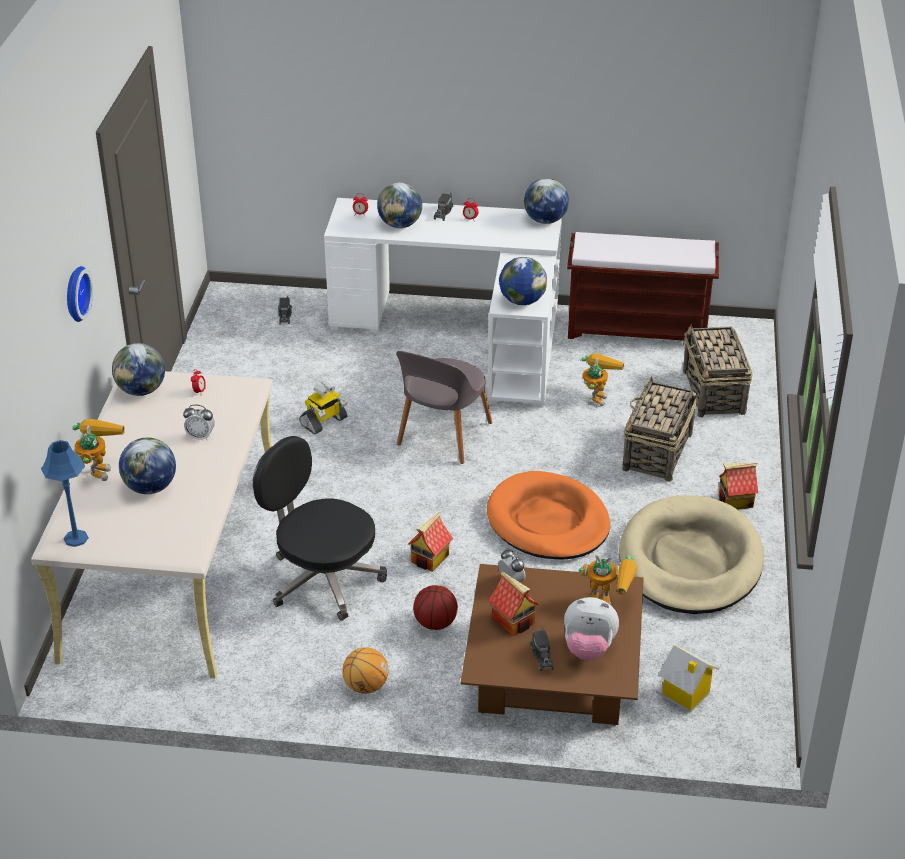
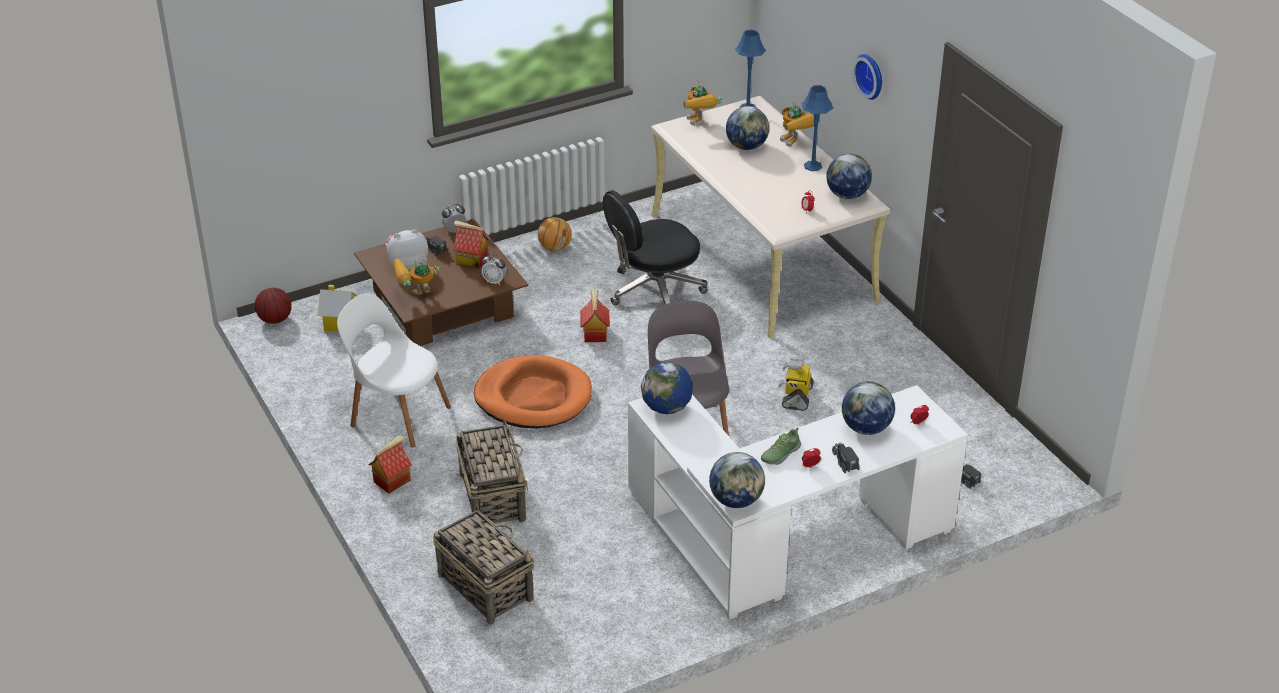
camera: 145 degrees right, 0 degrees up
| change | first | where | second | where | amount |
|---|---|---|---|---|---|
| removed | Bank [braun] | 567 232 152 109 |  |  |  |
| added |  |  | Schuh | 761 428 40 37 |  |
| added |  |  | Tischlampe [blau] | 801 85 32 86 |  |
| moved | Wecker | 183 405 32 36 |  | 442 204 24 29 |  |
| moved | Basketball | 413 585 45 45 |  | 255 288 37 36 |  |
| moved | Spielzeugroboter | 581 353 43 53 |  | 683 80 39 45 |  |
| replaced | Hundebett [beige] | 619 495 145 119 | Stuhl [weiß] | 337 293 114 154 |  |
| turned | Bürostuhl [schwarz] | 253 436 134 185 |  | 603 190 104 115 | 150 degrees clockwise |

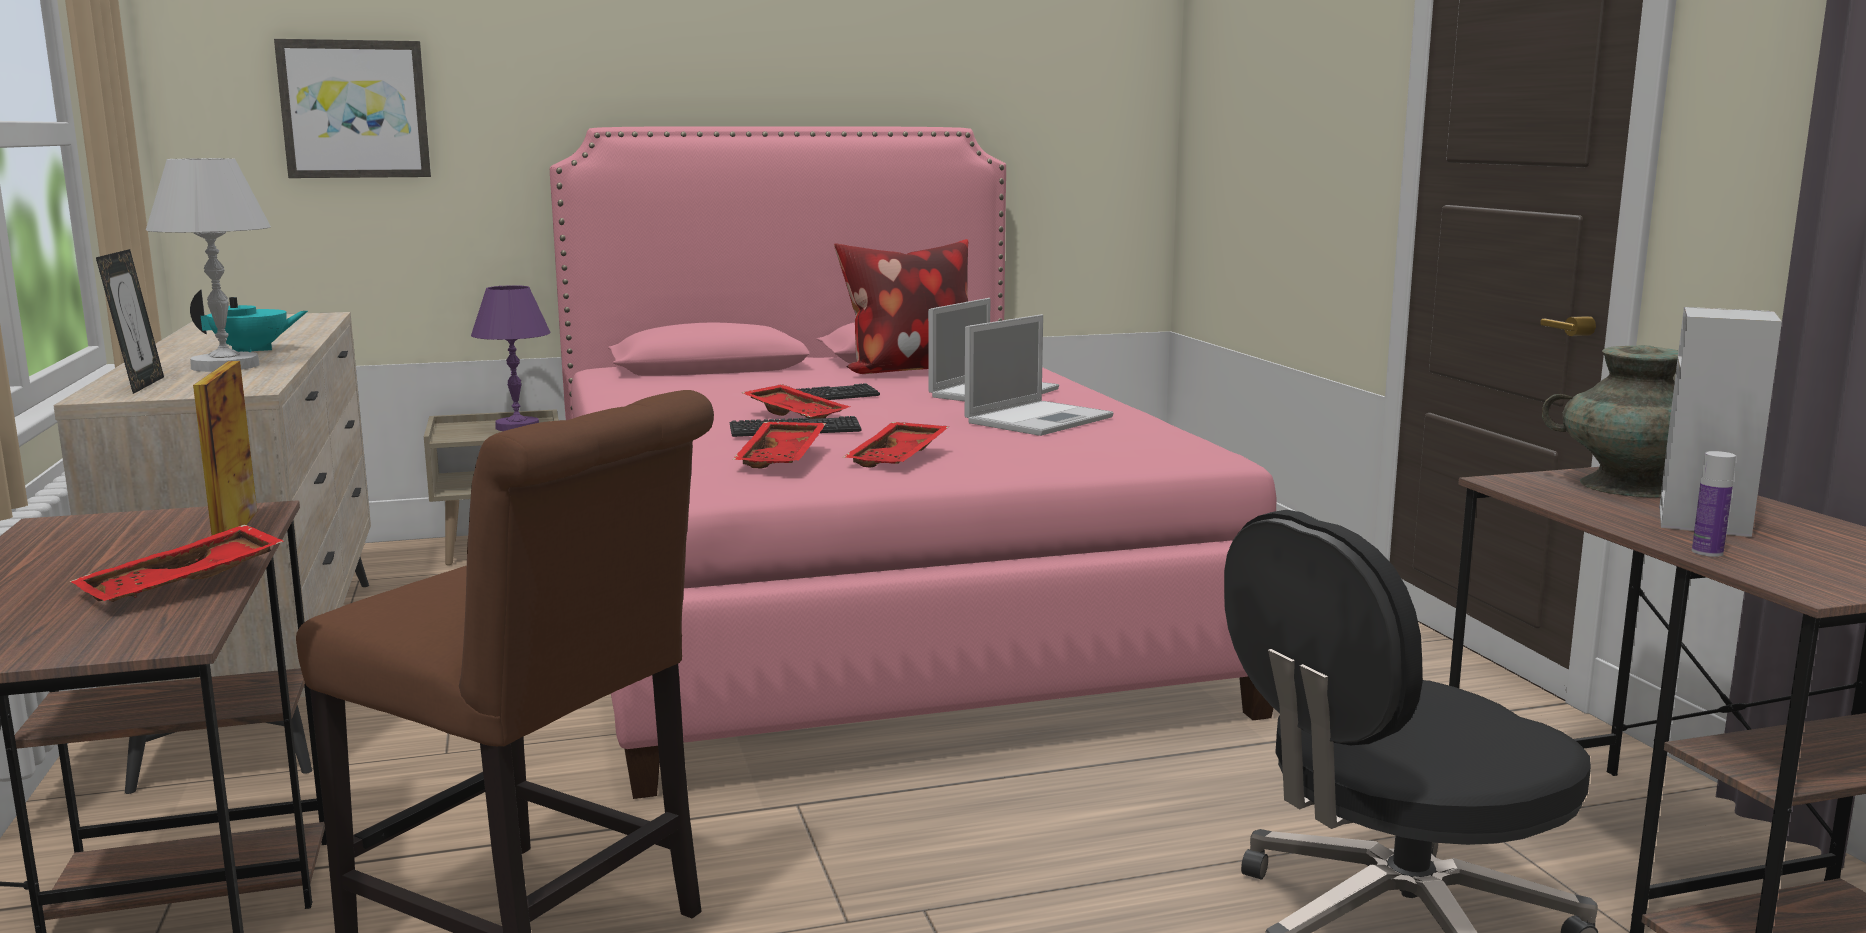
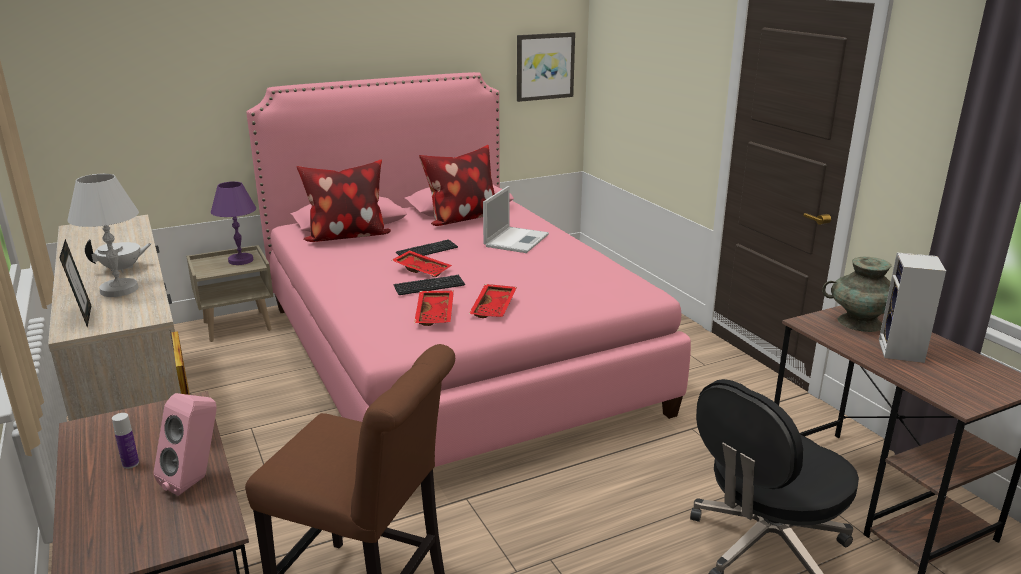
camera: 10 degrees left, 10 degrees up
| change | first | where | second | where | amount |
|---|---|---|---|---|---|
| removed | Laptop | 965 314 148 122 |  |  |  |
| added |  |  | Kissen | 297 160 94 82 |  |
| moved | Bild | 274 39 157 139 |  | 517 32 58 70 |  |
| moved | Flasche | 1692 451 44 106 |  | 112 413 27 56 |  |
| replaced | Tablett [rot] | 70 524 214 78 | Lautsprecher [rosa] | 153 393 64 103 |  |
| recoloured | Teekanne [türkis] | 190 289 118 63 | Teekanne [weiß] | 85 240 67 33 |  |

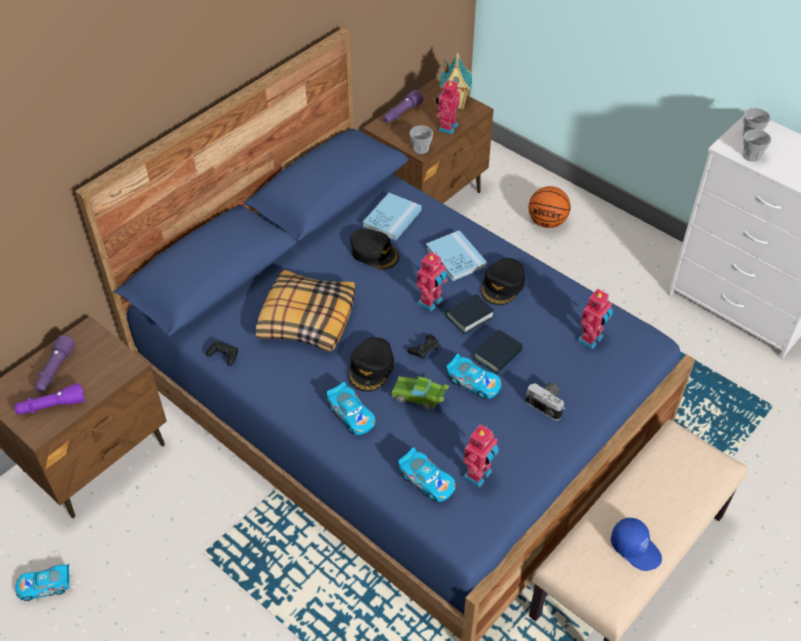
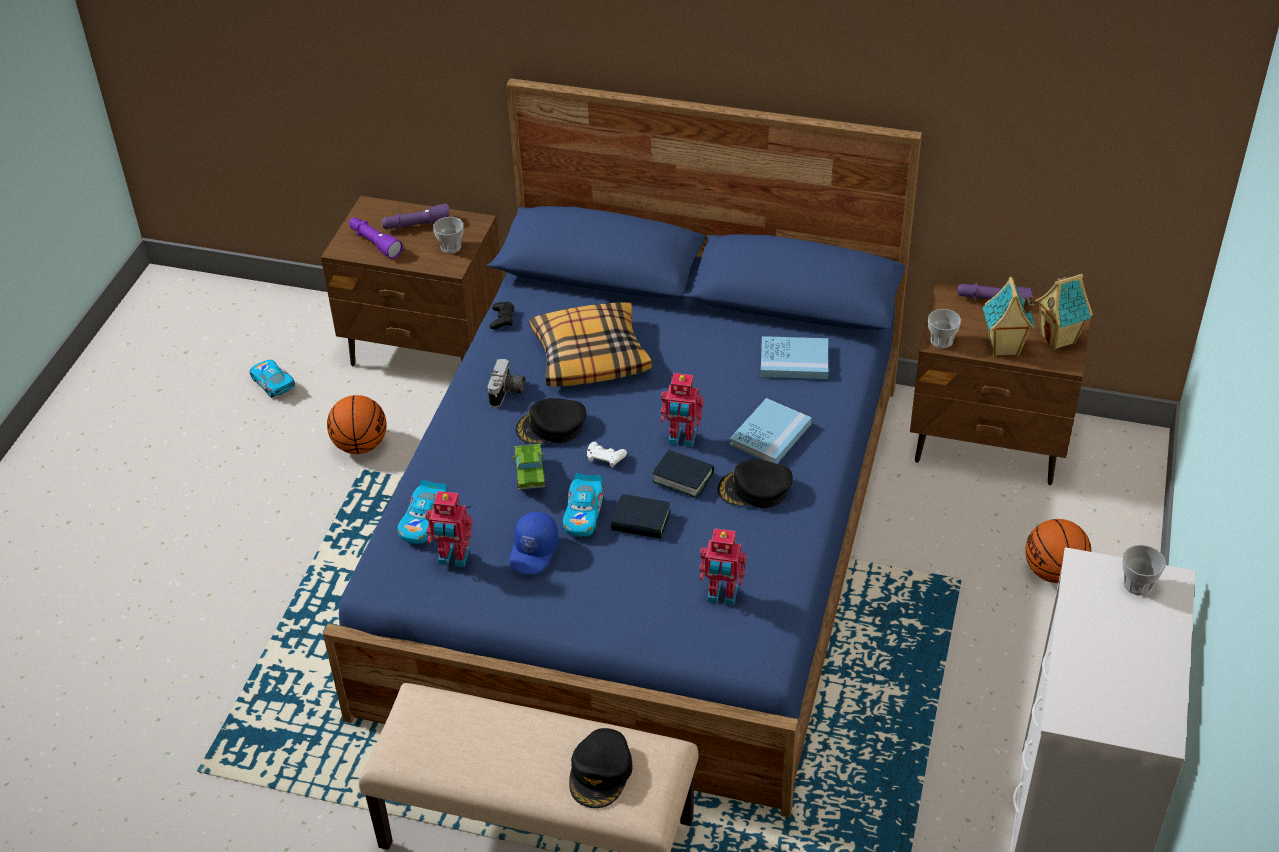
camera: 65 degrees right, 5 degrees down
| change | first | where | second | where | amount |
|---|---|---|---|---|---|
| removed | Spielzeugauto | 327 382 49 53 |  |  |  |
| added |  |  | Basketball | 327 395 60 59 |  |
| moved | Kappe [schwarz] | 350 229 49 41 |  | 569 728 64 80 |  |
| moved | Kamera | 526 382 39 38 |  | 488 359 37 49 |  |
| moved | Kappe [blau] | 611 518 51 53 |  | 509 511 50 63 |  |
| moved | Tasse | 742 129 29 33 |  | 433 217 31 37 |  |
| replaced | Spielzeugroboter | 436 79 24 55 | Spielzeughaus | 983 276 52 81 |  |
| recoloured | Gamepad [schwarz] | 407 334 32 26 | Gamepad [weiß] | 587 442 40 26 |  |

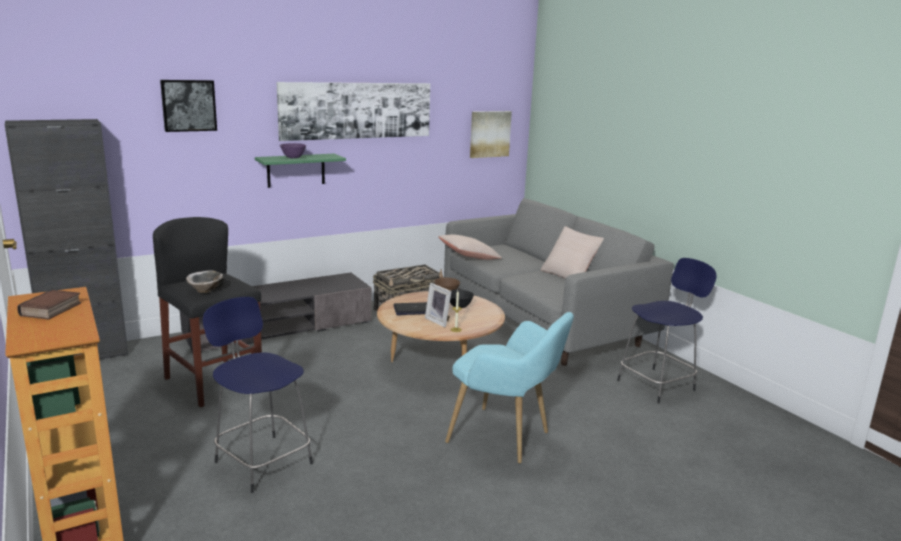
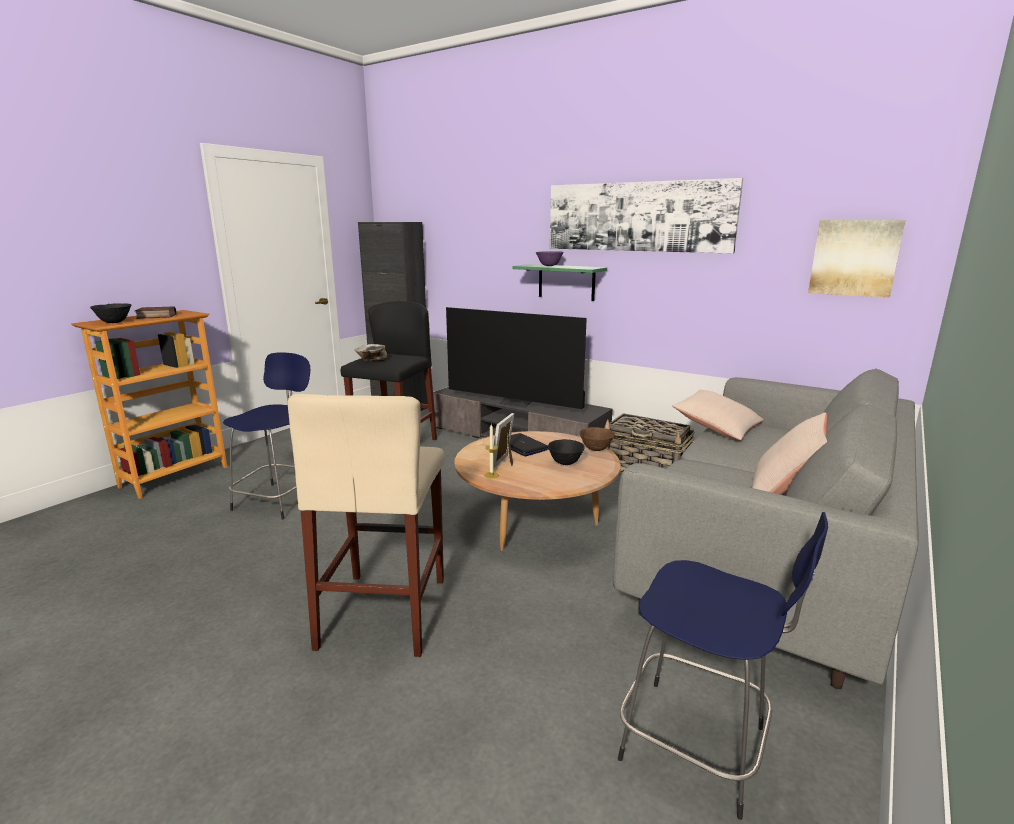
camera: 65 degrees right, 0 degrees up
| change | first | where | second | where | amount |
|---|---|---|---|---|---|
| removed | Bild | 160 80 57 52 |  |  |  |
| added |  |  | Schüssel [schwarz] | 90 303 41 20 |  |
| added |  |  | Fernseher | 446 307 141 102 |  |
| replaced | Sessel [türkis] | 445 312 129 152 | Hocker [beige] | 288 394 157 263 |  |

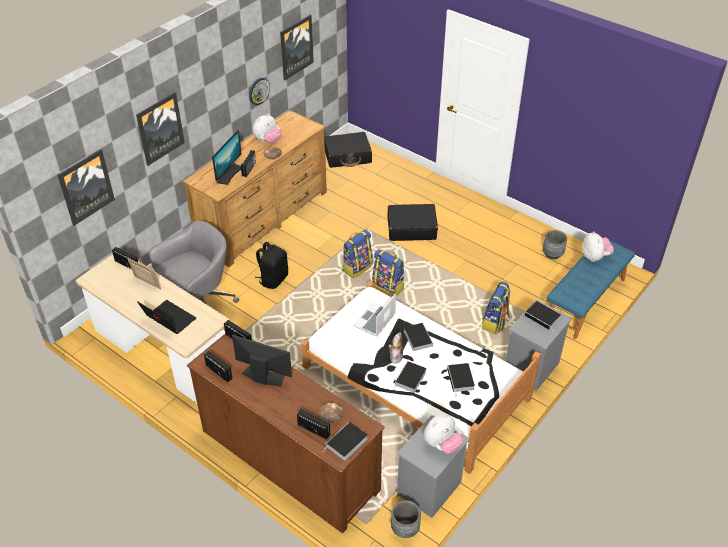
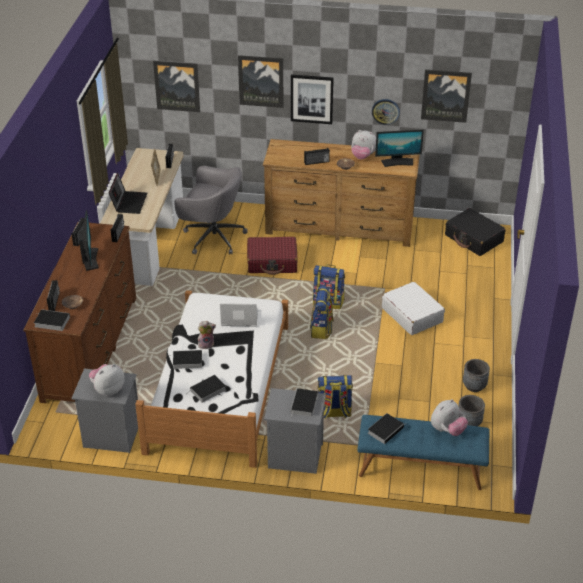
camera: 60 degrees right, 5 degrees down
| change | first | where | second | where | amount |
|---|---|---|---|---|---|
| added |  |  | Bild | 291 75 43 49 |  |
| moved | Monitor | 212 130 30 55 |  | 375 130 49 37 |  |
| moved | Pflanzkübel [grau] | 391 500 30 38 |  | 463 359 27 33 |  |
| moved | Buch | 404 323 29 28 |  | 368 413 38 31 |  |
| replaced | Rucksack [schwarz] | 255 242 33 47 | Koffer [rot] | 247 237 50 38 |  |
| recoloured | Koffer [schwarz] | 388 204 50 37 | Koffer [weiß] | 382 282 63 53 |  |
| turned | Plüschtier | 423 414 40 40 |  | 89 364 36 32 | 120 degrees clockwise |

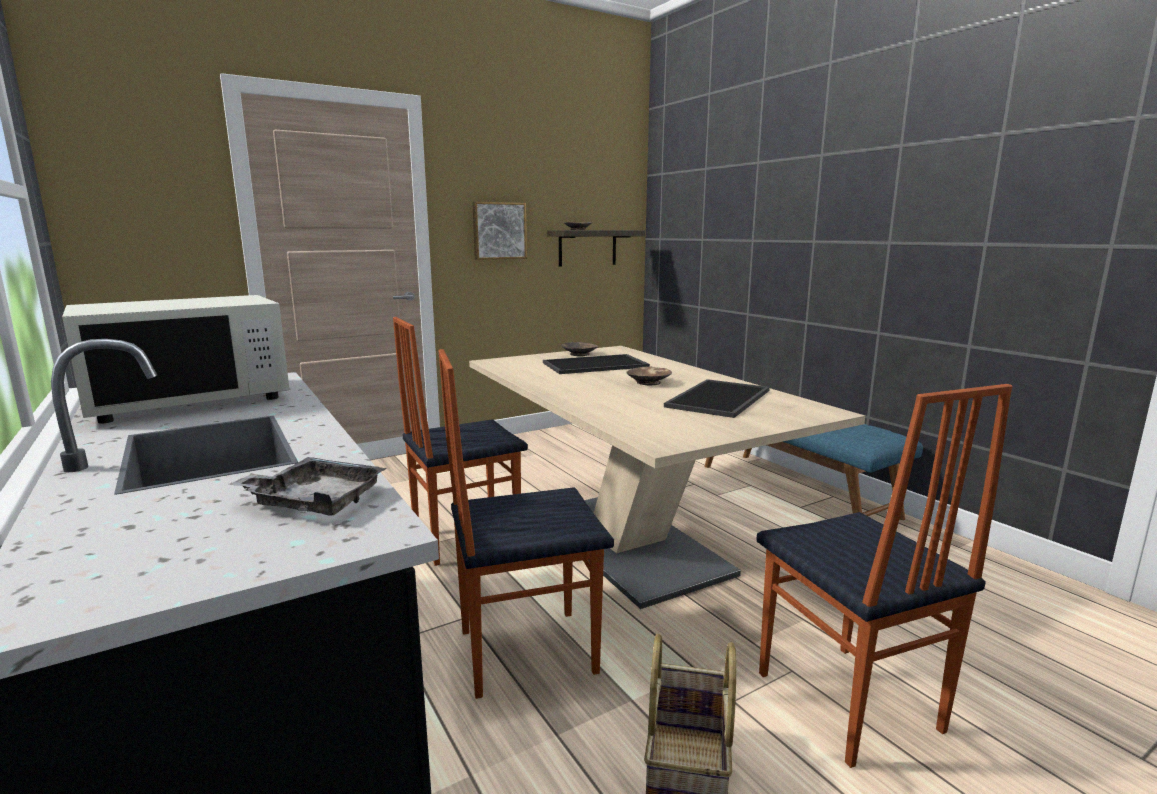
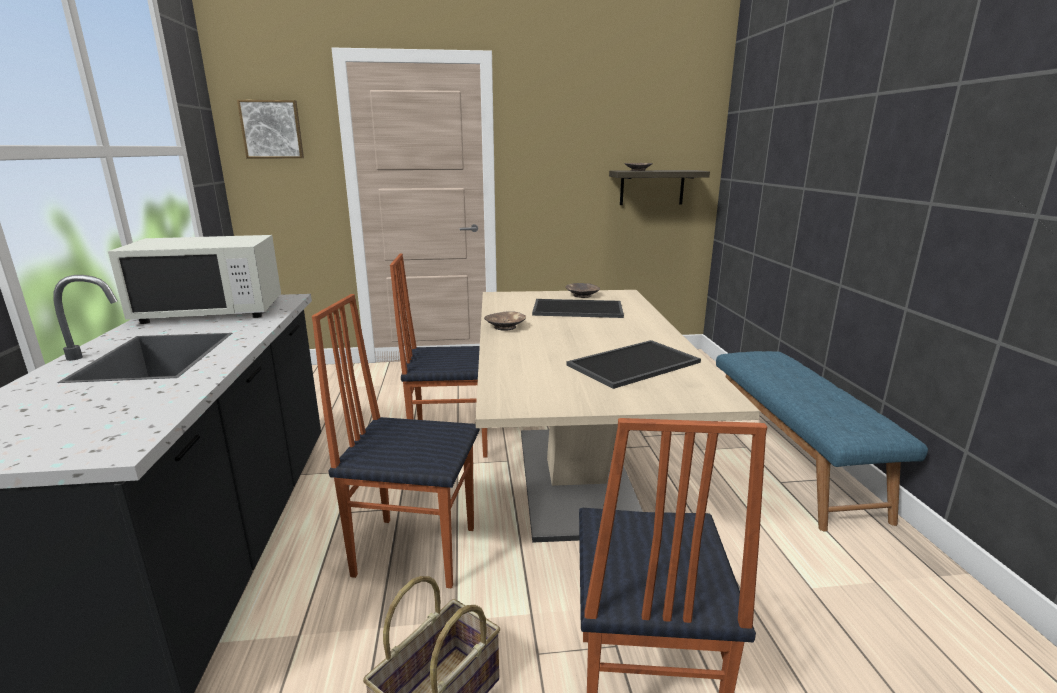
camera: 25 degrees right, 5 degrees up
| change | first | where | second | where | amount |
|---|---|---|---|---|---|
| removed | Tablett [grau] | 229 457 158 59 |  |  |  |
| moved | Bild | 472 202 55 58 |  | 237 100 67 58 |  |
| moved | Schüssel [braun] | 626 367 46 18 |  | 484 311 42 20 |  |

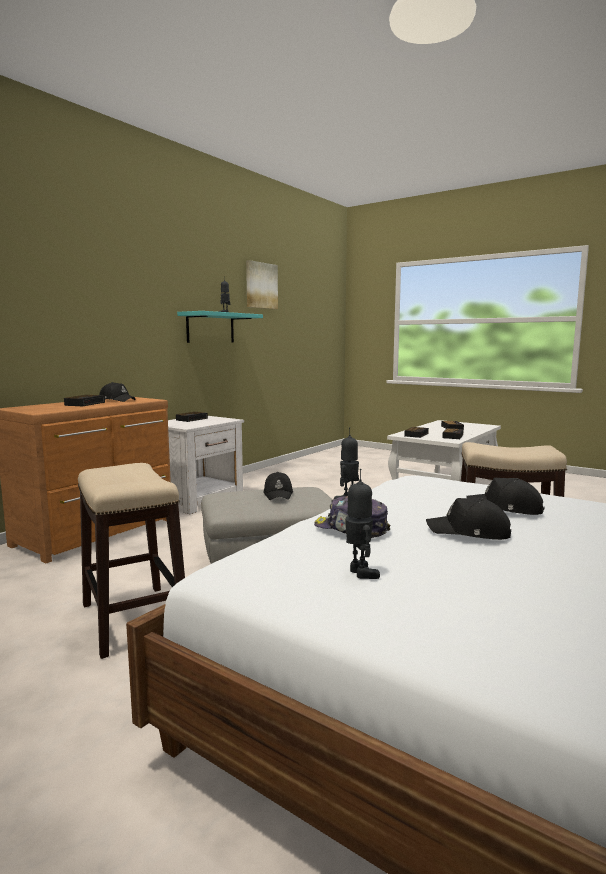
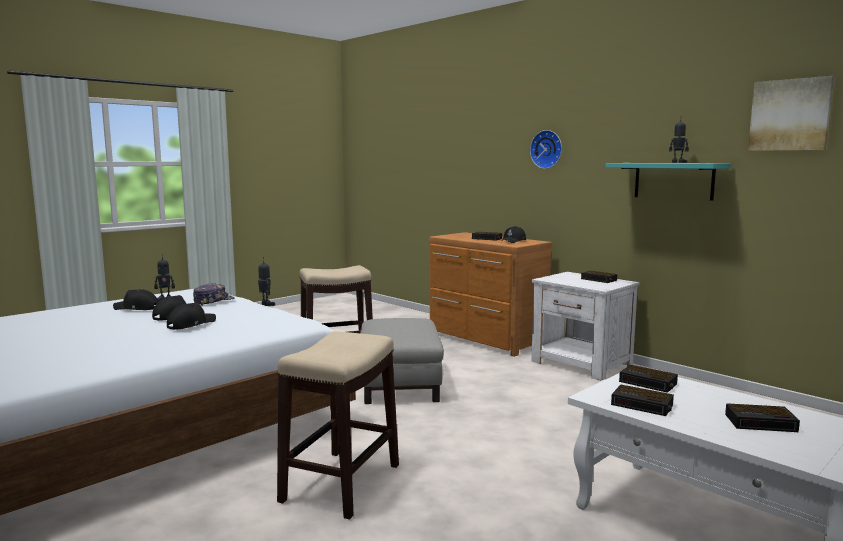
camera: 100 degrees right, 0 degrees up
| change | first | where | second | where | amount |
|---|---|---|---|---|---|
| added |  |  | Wanduhr | 530 130 32 39 |  |
| moved | Kappe [schwarz] | 263 472 30 28 |  | 113 289 45 21 |  |

